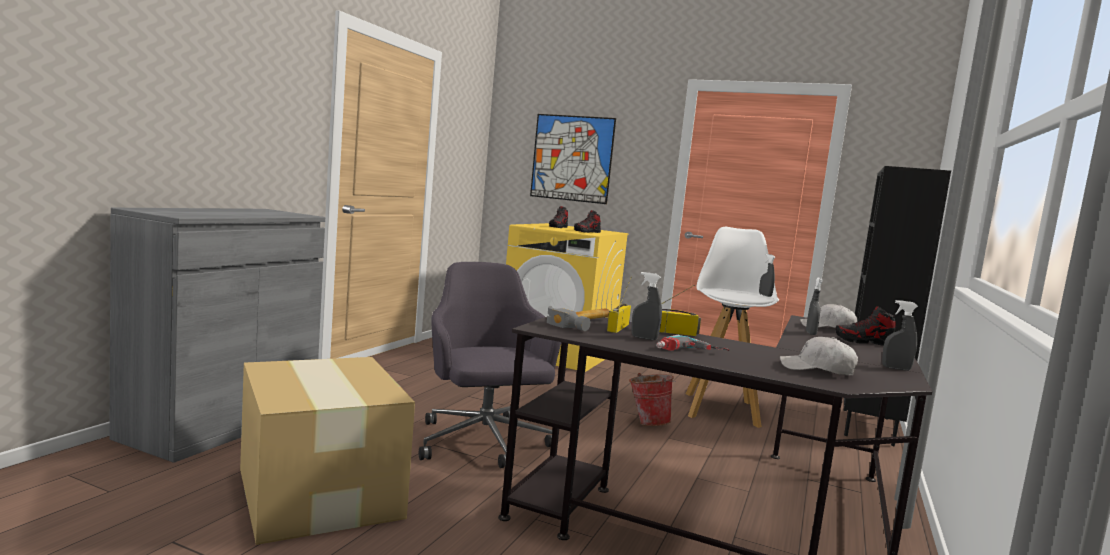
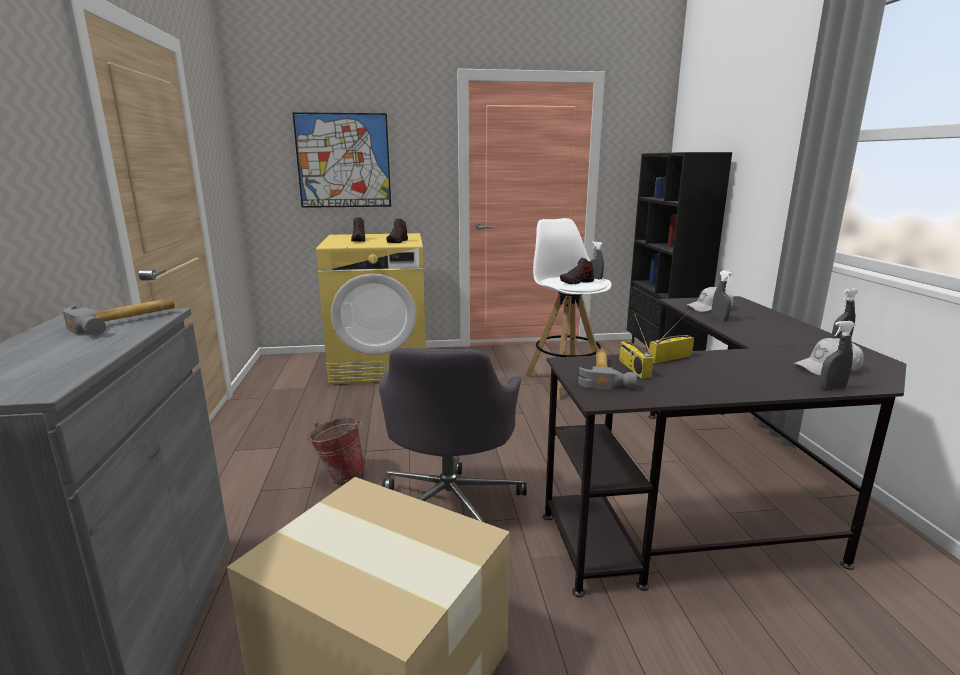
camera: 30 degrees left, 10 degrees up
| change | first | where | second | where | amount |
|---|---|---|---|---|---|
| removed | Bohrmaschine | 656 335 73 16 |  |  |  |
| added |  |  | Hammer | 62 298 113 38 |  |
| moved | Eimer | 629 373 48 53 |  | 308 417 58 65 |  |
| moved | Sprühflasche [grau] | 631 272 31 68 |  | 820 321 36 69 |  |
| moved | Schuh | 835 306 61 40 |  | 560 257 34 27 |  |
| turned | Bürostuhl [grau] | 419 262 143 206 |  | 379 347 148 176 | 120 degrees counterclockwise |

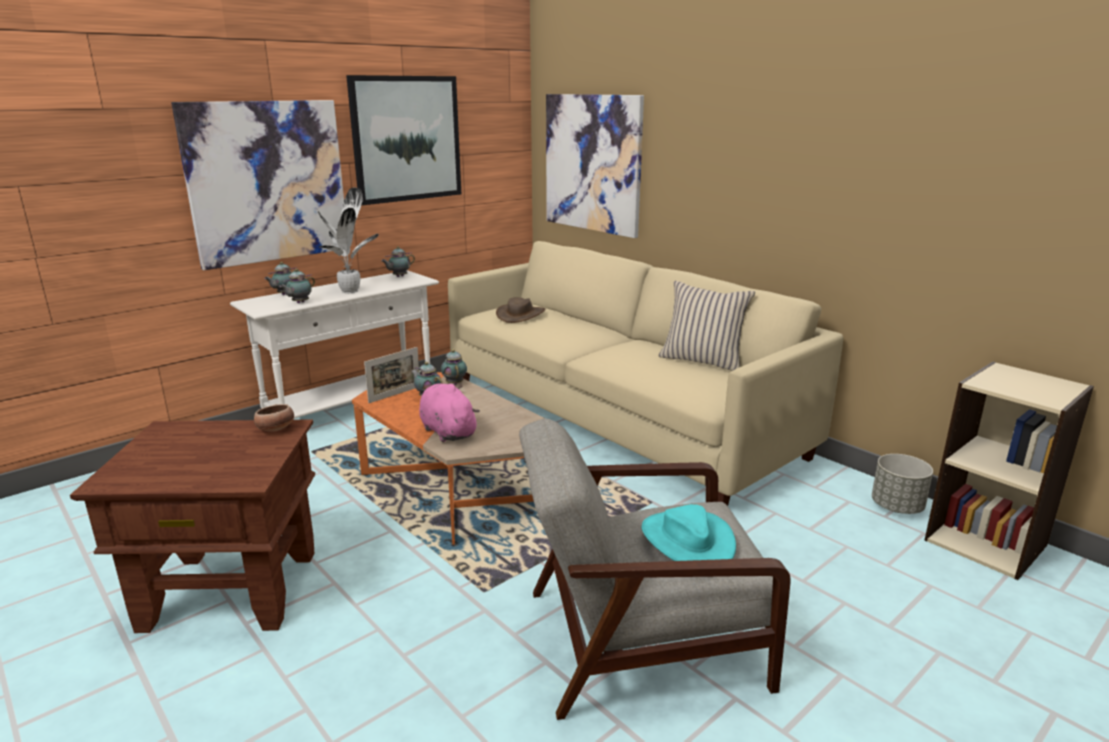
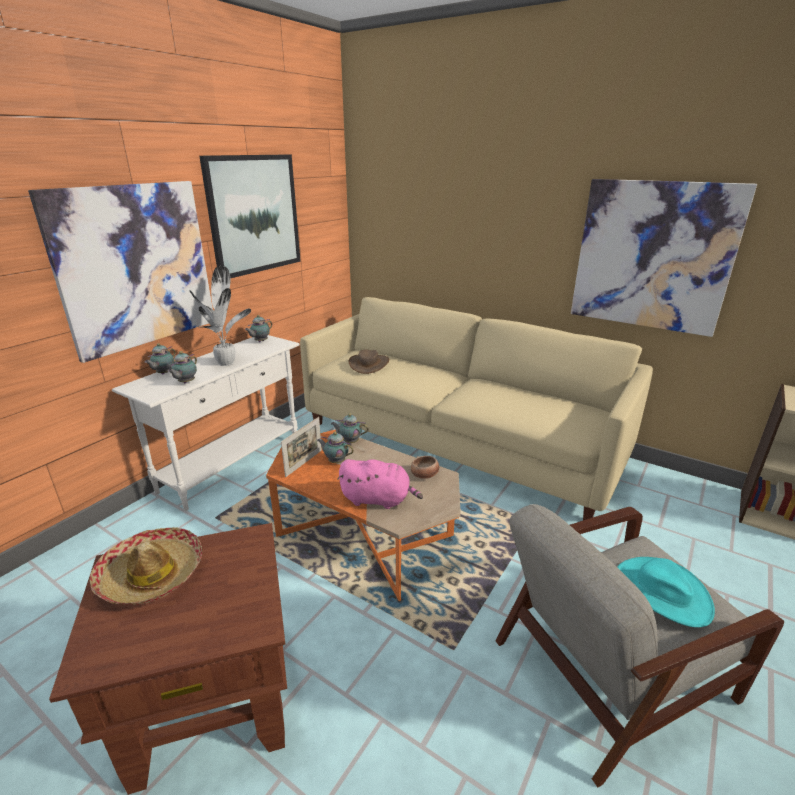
camera: 15 degrees left, 5 degrees up
| change | first | where | second | where | amount |
|---|---|---|---|---|---|
| removed | Kissen [beige] | 659 281 96 90 |  |  |  |
| removed | Pflanzkübel [grau] | 872 454 61 60 |  |  |  |
| added |  |  | Hut | 90 527 112 78 |  |
| moved | Schüssel | 254 404 40 28 |  | 411 456 28 23 |  |
| moved | Bild | 546 94 98 144 |  | 571 179 186 158 |  |
| turned | Plüschtier [rosa] | 419 383 61 59 |  | 337 459 86 50 | 150 degrees clockwise |
| turned | Teekanne | 441 349 26 36 |  | 331 413 38 30 | 45 degrees counterclockwise |

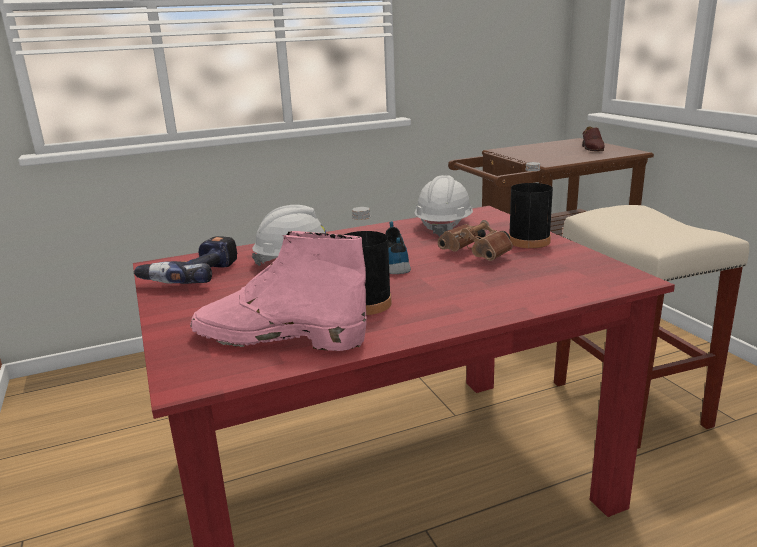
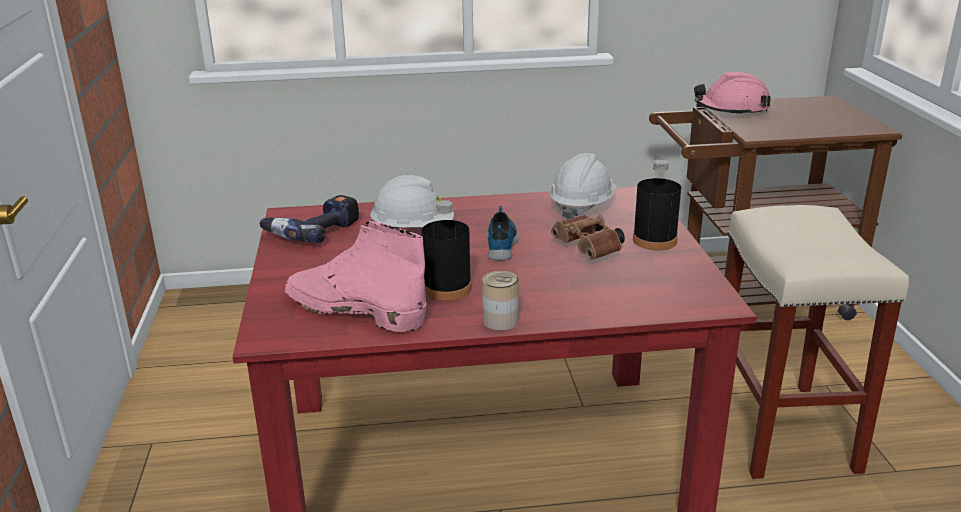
camera: 15 degrees right, 5 degrees up
| change | first | where | second | where | amount |
|---|---|---|---|---|---|
| removed | Schuh [braun] | 582 127 23 25 |  |  |  |
| added |  |  | Dose | 482 271 37 60 |  |
| added |  |  | Schutzhelm [rosa] | 694 72 77 44 |  |

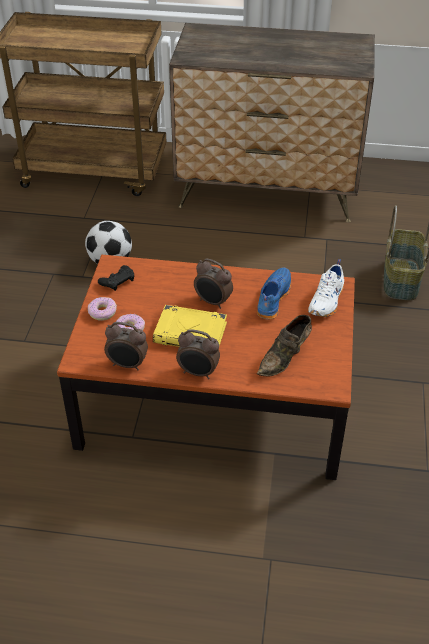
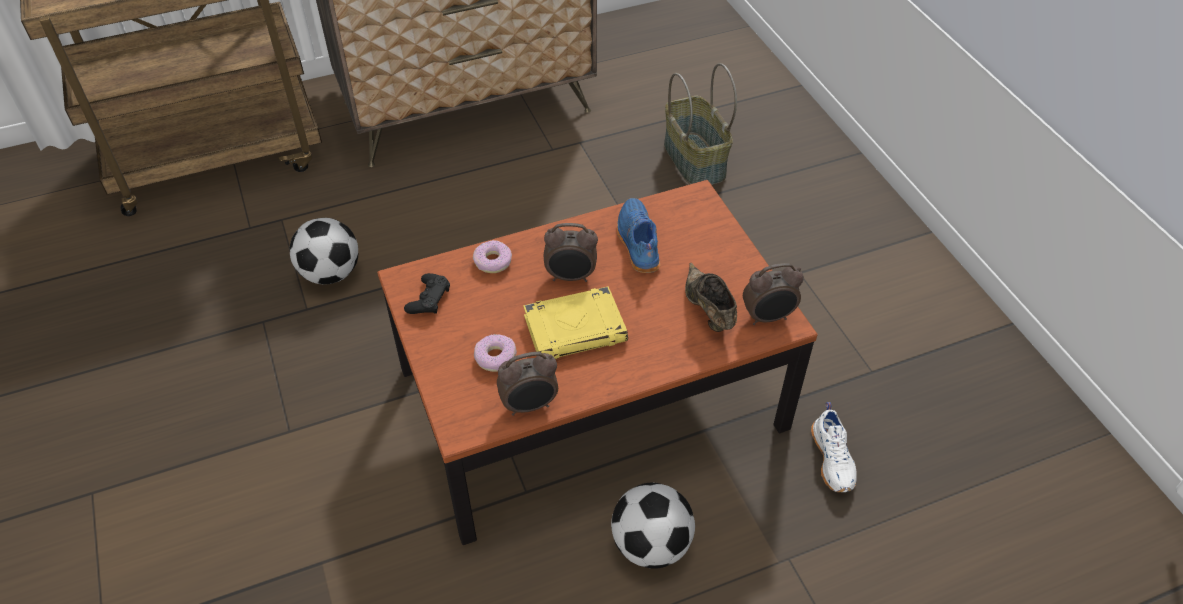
camera: 30 degrees left, 5 degrees up
| change | first | where | second | where | amount |
|---|---|---|---|---|---|
| added |  |  | Fußball | 611 482 84 87 |  |
| moved | Donut | 88 297 29 24 |  | 473 240 39 33 |  |
| moved | Wecker | 176 330 44 49 |  | 743 263 61 62 |  |
| moved | Schuh [weiß] | 308 259 36 58 |  | 811 402 46 90 |  |
| turned | Schuh [braun] | 257 315 55 61 |  | 685 263 52 69 | 150 degrees clockwise |

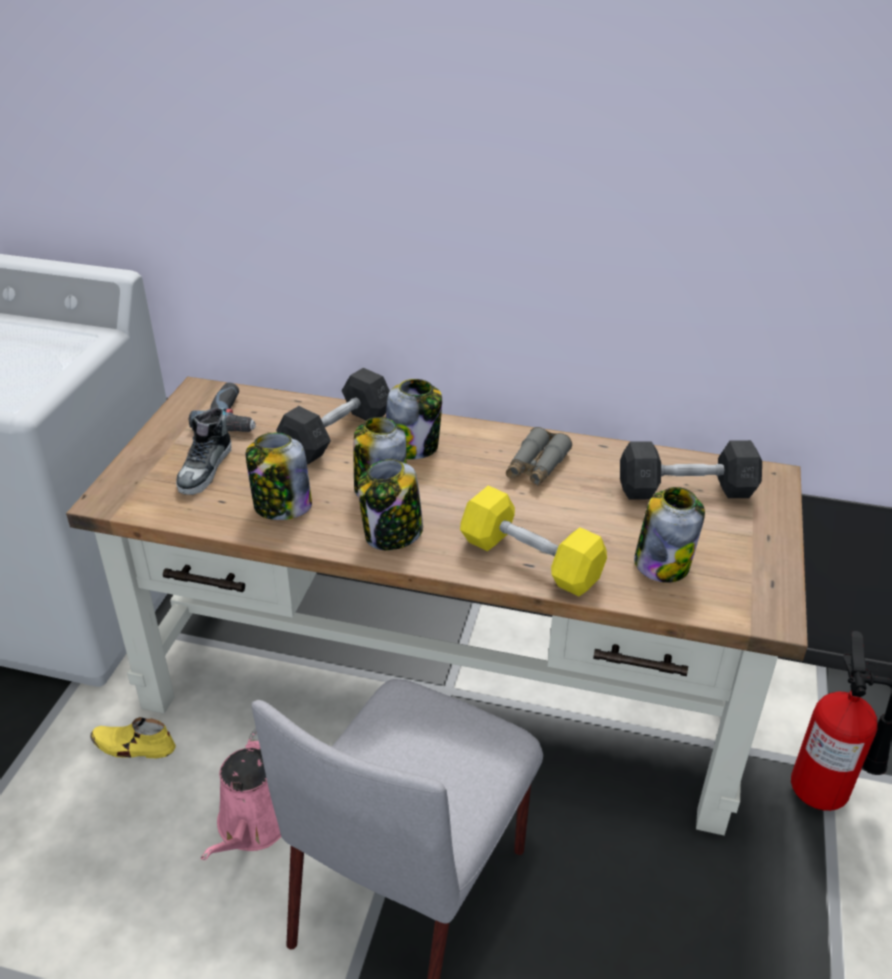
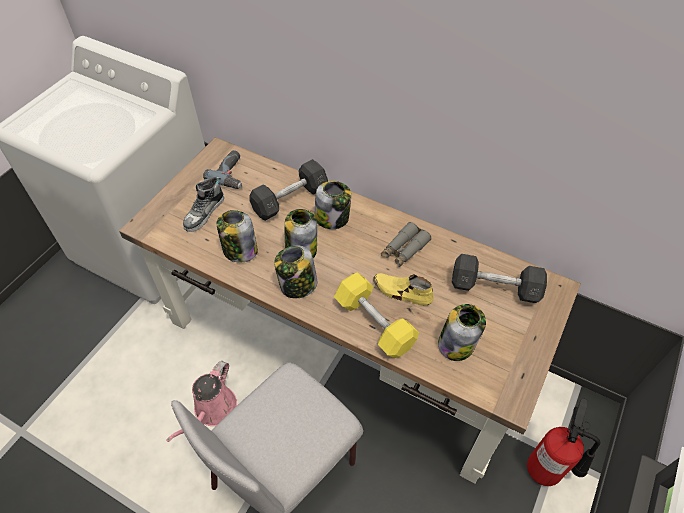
camera: 15 degrees right, 15 degrees up
| change | first | where | second | where | amount |
|---|---|---|---|---|---|
| moved | Schuh [gelb] | 90 717 86 41 |  | 373 273 61 32 |  |

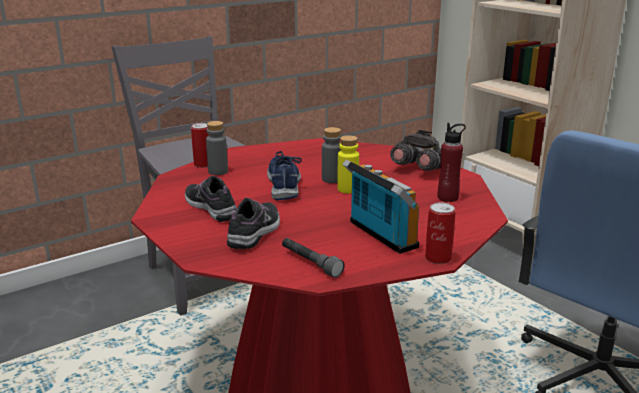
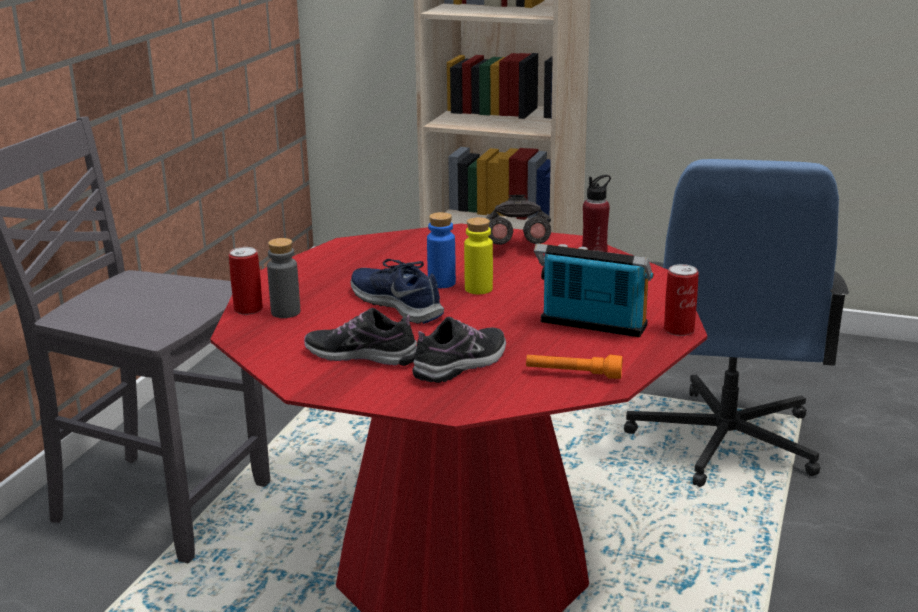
camera: 35 degrees left, 0 degrees up
| change | first | where | second | where | amount |
|---|---|---|---|---|---|
| recoloured | Taschenlampe [grau] | 282 238 62 40 | Taschenlampe [orange] | 526 355 97 24 |  |
| recoloured | Flasche [grau] | 322 127 19 56 | Flasche [blau] | 427 212 29 76 |  |
| turned | Schuh | 227 198 53 51 |  | 412 317 94 66 | 60 degrees clockwise |

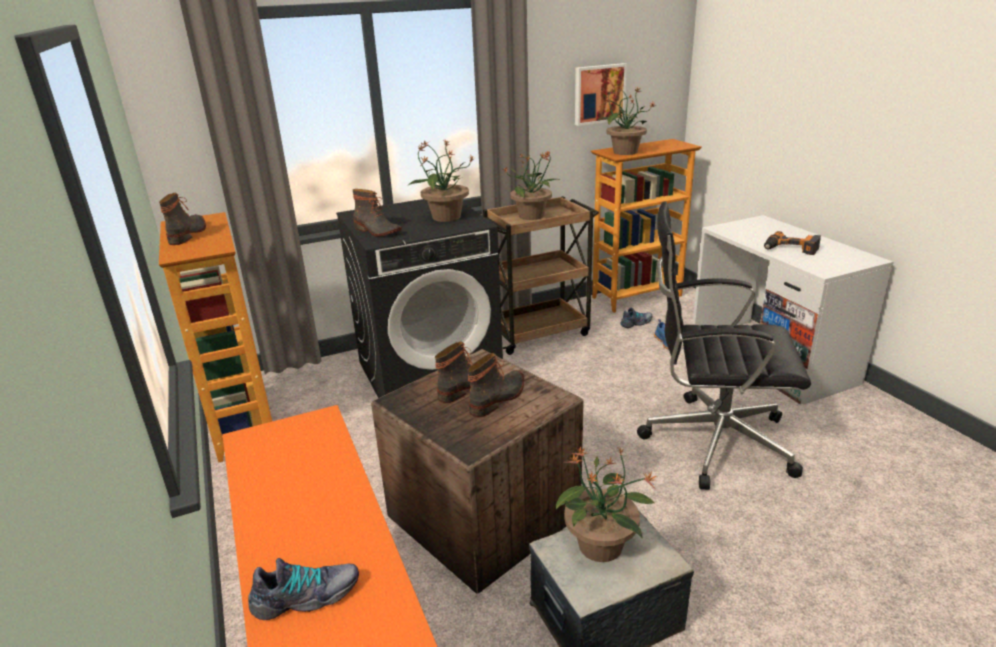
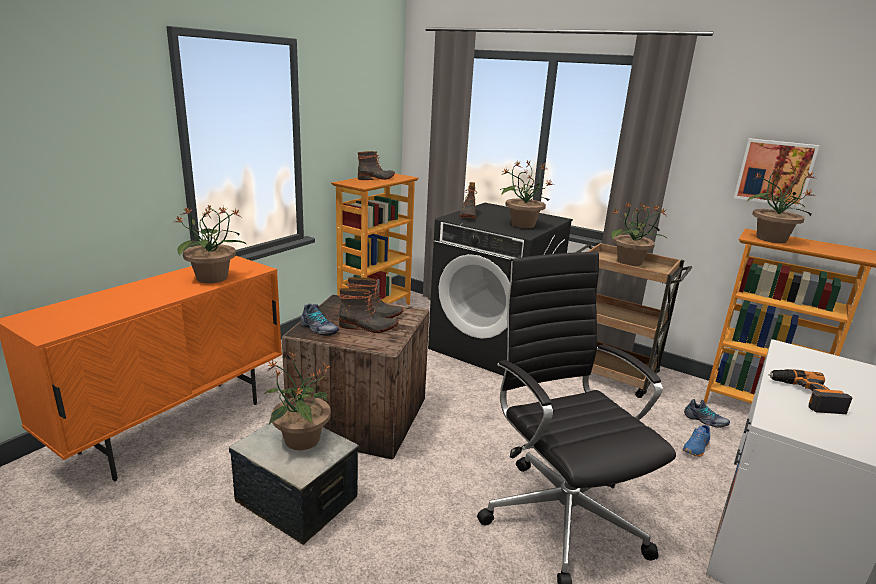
camera: 55 degrees right, 5 degrees down
| change | first | where | second | where | amount |
|---|---|---|---|---|---|
| added |  |  | Topfpflanze | 175 205 71 78 |  |
| moved | Schuh | 248 558 111 62 |  | 300 303 39 33 |  |

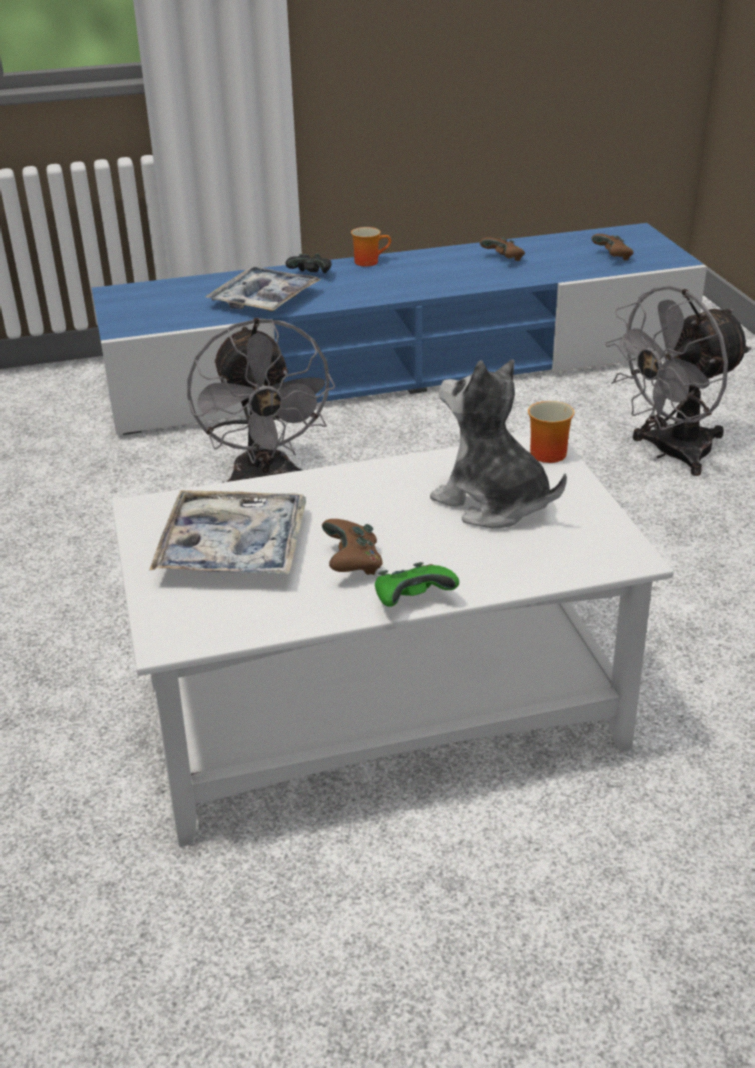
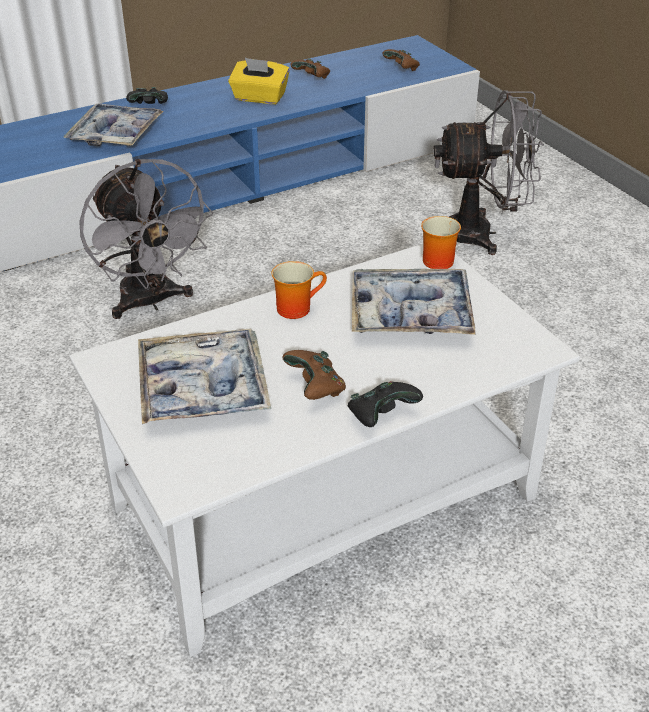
camera: 15 degrees left, 5 degrees up
| change | first | where | second | where | amount |
|---|---|---|---|---|---|
| added |  |  | Taschentuchbox [gelb] | 228 58 62 46 |  |
| moved | Henkelbecher | 351 227 40 40 |  | 271 261 56 58 |  |
| replaced | Plüschtier | 430 359 137 169 | Tablett | 352 269 124 66 |  |
| recoloured | Gamepad [grün] | 375 562 84 45 | Gamepad [schwarz] | 347 381 76 46 |  |
| turned | Ventilator [grau] | 605 286 146 190 |  | 433 90 111 165 | 135 degrees counterclockwise |

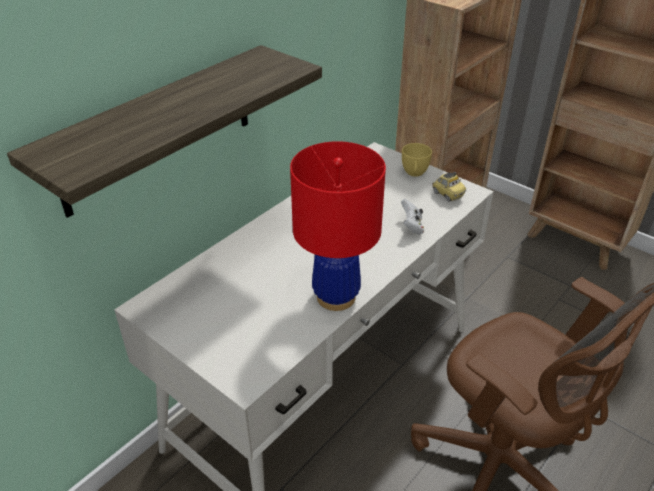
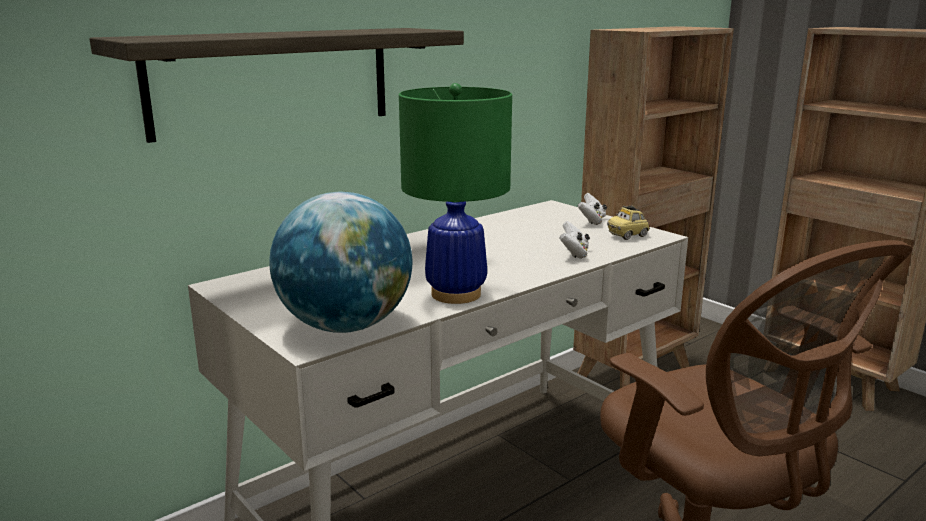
camera: 10 degrees right, 20 degrees down
| change | first | where | second | where | amount |
|---|---|---|---|---|---|
| added |  |  | Globus | 269 191 144 142 |  |
| replaced | Tasse [gelb] | 402 143 30 34 | Gamepad [weiß] | 578 193 29 32 |  |
| recoloured | Tischlampe [rot] | 290 141 96 170 | Tischlampe [grün] | 399 83 113 221 |  |
| turned | Spielzeugauto | 432 172 34 29 |  | 607 205 43 35 | 90 degrees clockwise |

